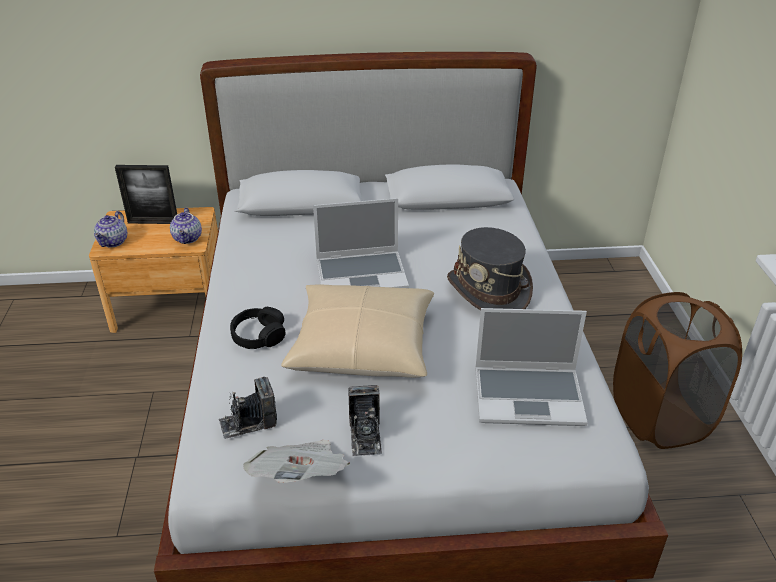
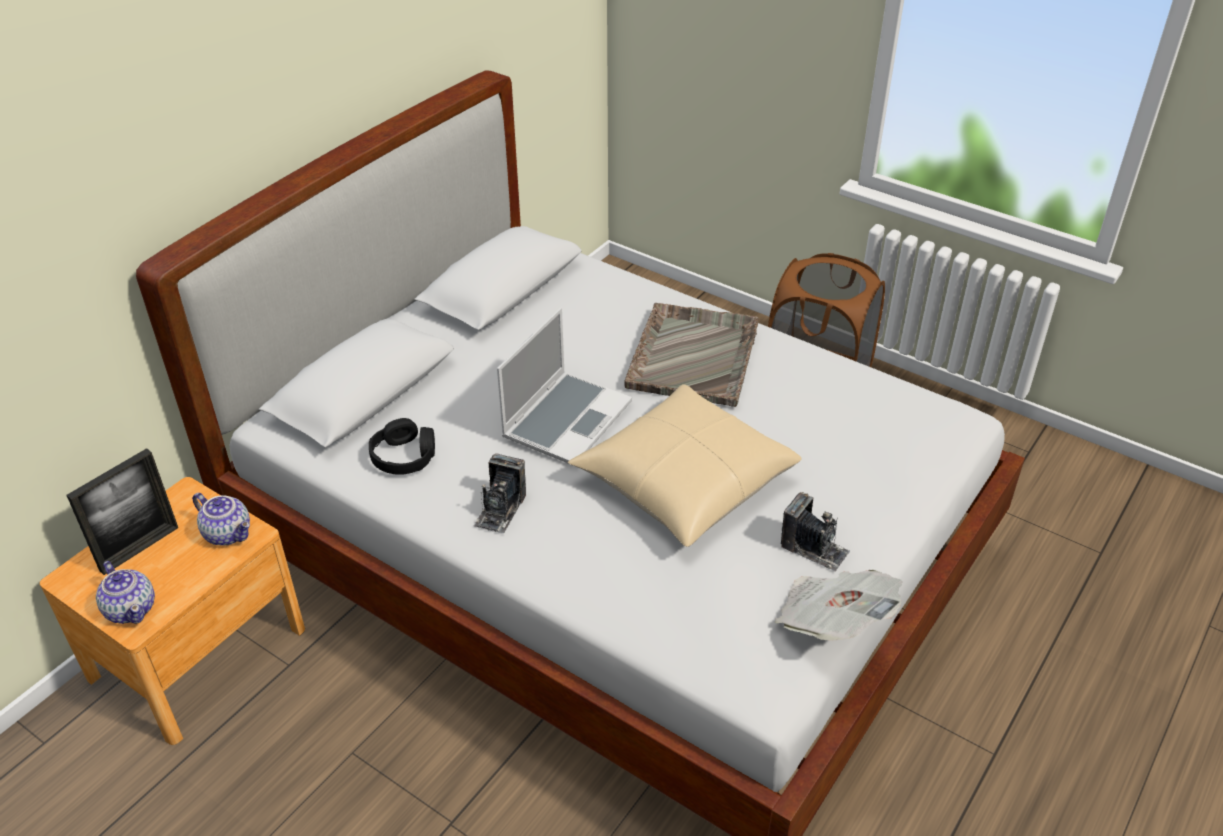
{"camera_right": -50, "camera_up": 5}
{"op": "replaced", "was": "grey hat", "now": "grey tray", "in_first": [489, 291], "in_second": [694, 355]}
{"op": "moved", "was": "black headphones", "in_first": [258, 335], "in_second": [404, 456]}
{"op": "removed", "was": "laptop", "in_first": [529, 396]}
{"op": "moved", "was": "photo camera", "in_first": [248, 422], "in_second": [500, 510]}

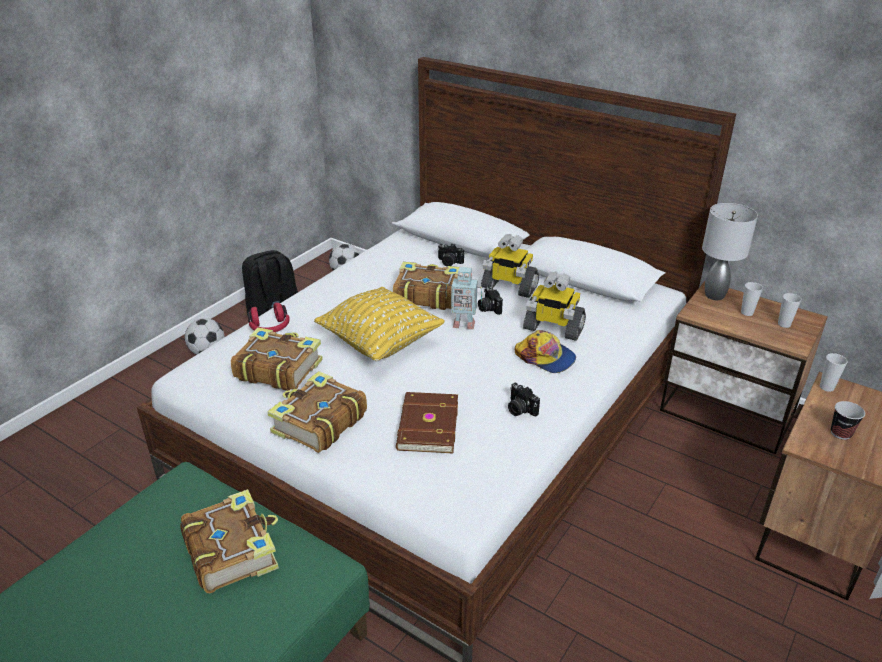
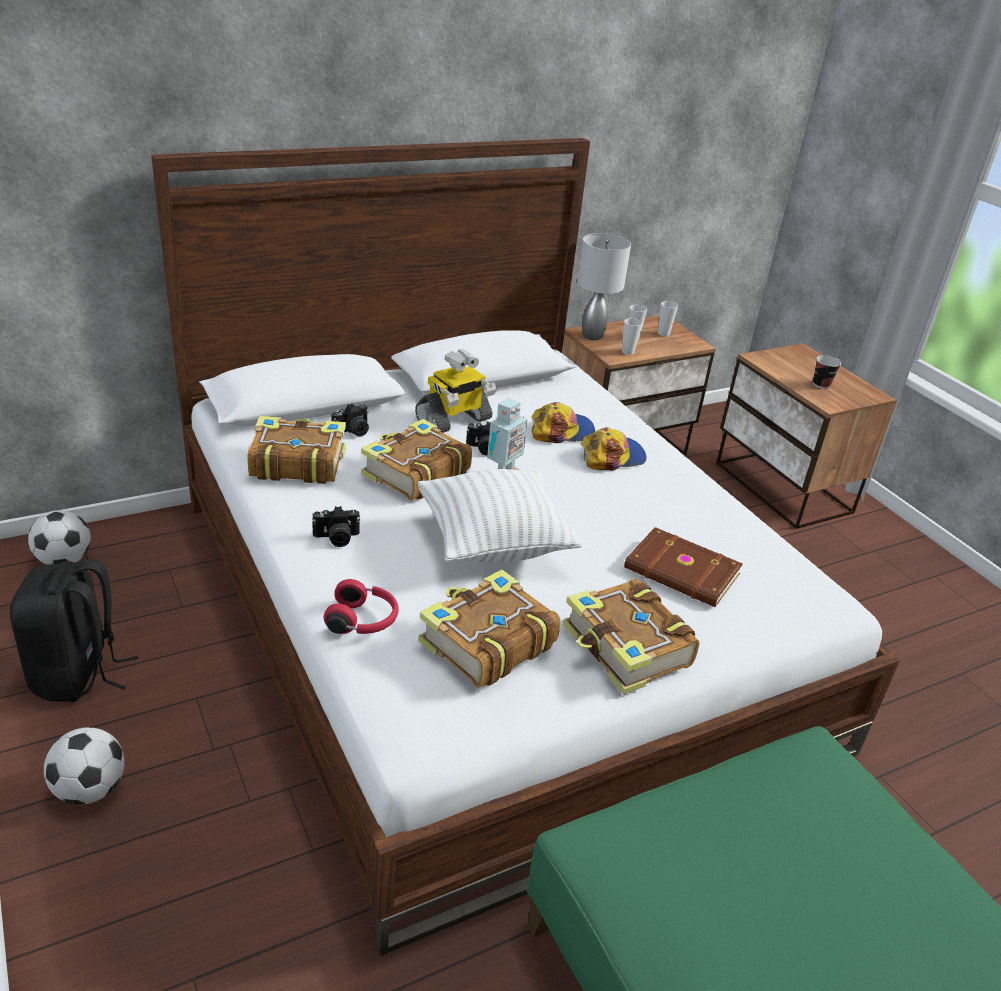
{"camera_right": -65, "camera_up": 0}
{"op": "replaced", "was": "toy robot", "now": "cap", "in_first": [553, 328], "in_second": [562, 431]}
{"op": "recoloured", "was": "yellow pillow", "now": "white pillow", "in_first": [380, 343], "in_second": [493, 543]}
{"op": "moved", "was": "cup", "in_first": [826, 387], "in_second": [627, 352]}
{"op": "moved", "was": "photo camera", "in_first": [520, 409], "in_second": [336, 538]}
{"op": "moved", "was": "book", "in_first": [232, 550], "in_second": [296, 463]}

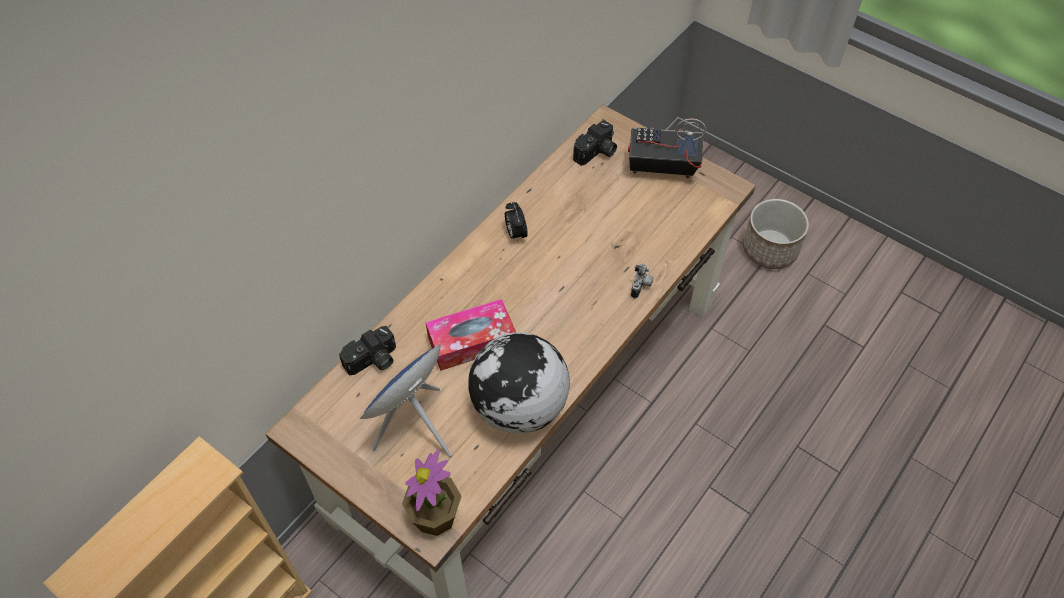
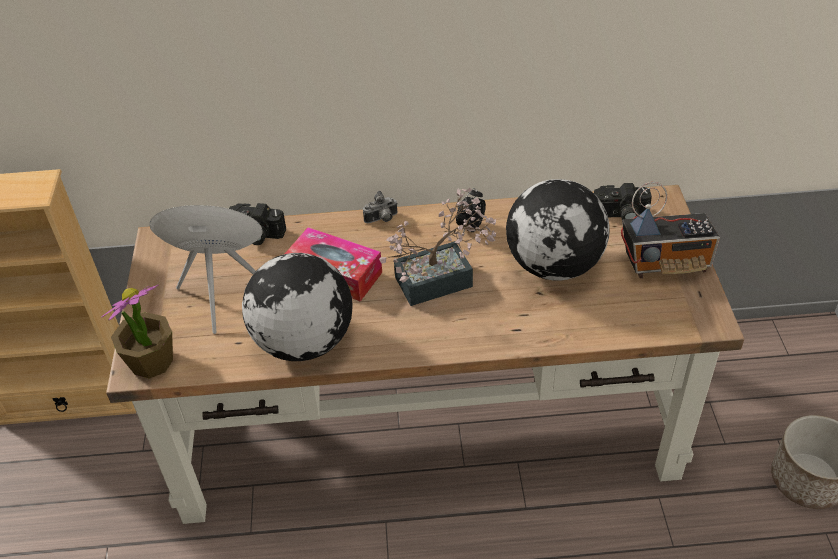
{"camera_right": 50, "camera_up": -10}
{"op": "turned", "was": "radio", "in_first": [661, 167], "in_second": [666, 263], "clockwise": 120}
{"op": "moved", "was": "photo camera", "in_first": [641, 286], "in_second": [382, 219]}
{"op": "added", "now": "globe", "in_second": [555, 266]}
{"op": "added", "now": "potted plant", "in_second": [442, 280]}

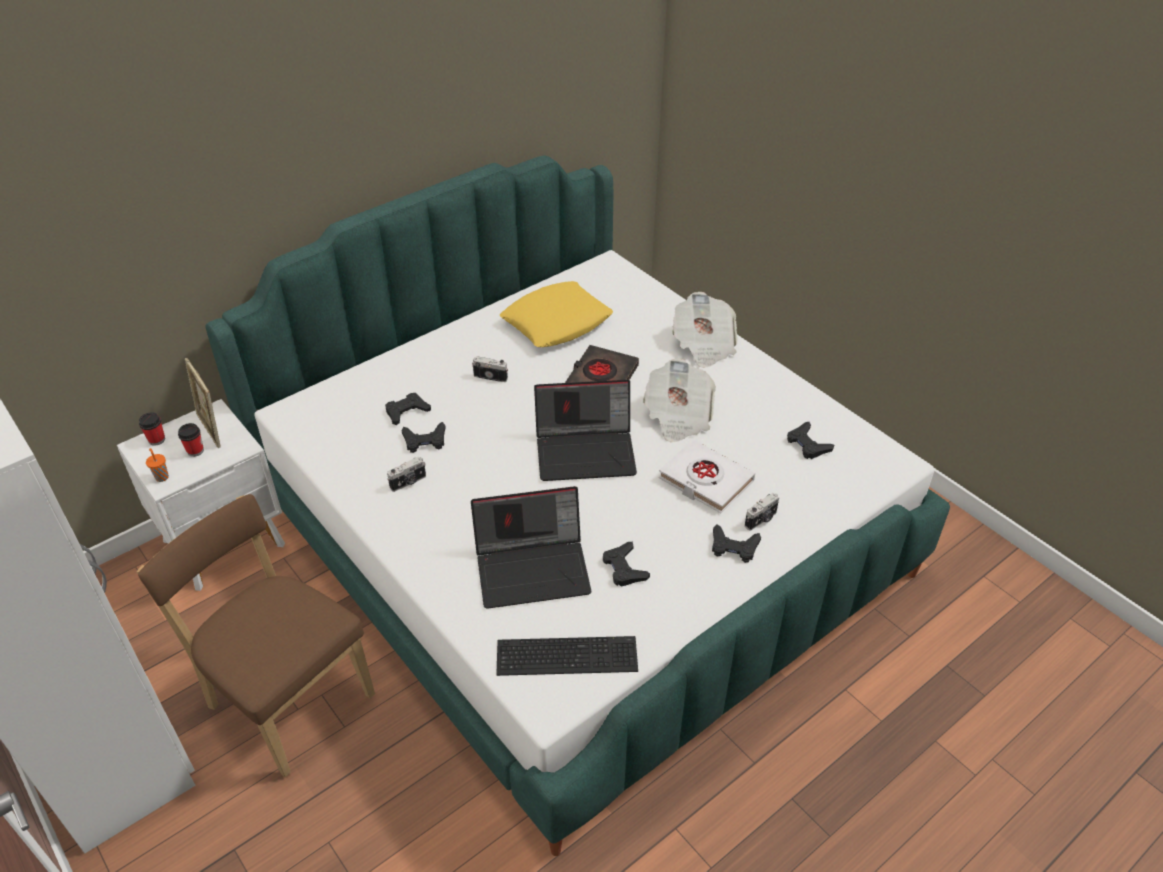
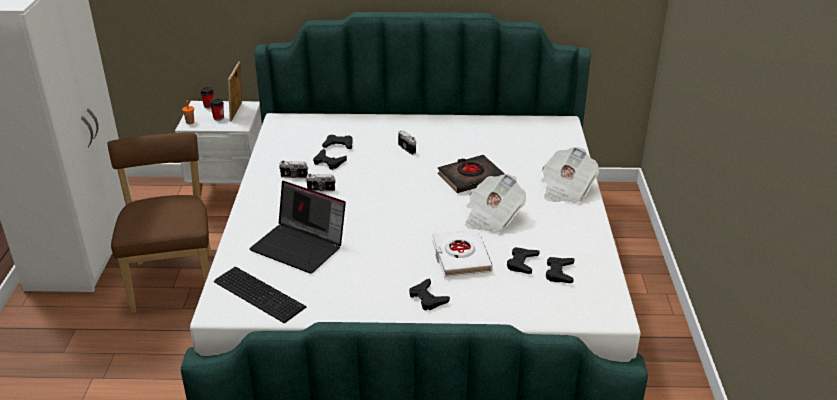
{"camera_right": 40, "camera_up": -10}
{"op": "removed", "was": "yellow pillow", "in_first": [557, 322]}
{"op": "removed", "was": "laptop", "in_first": [587, 451]}
{"op": "moved", "was": "photo camera", "in_first": [761, 520], "in_second": [321, 190]}
{"op": "moved", "was": "black game controller", "in_first": [624, 568], "in_second": [522, 263]}

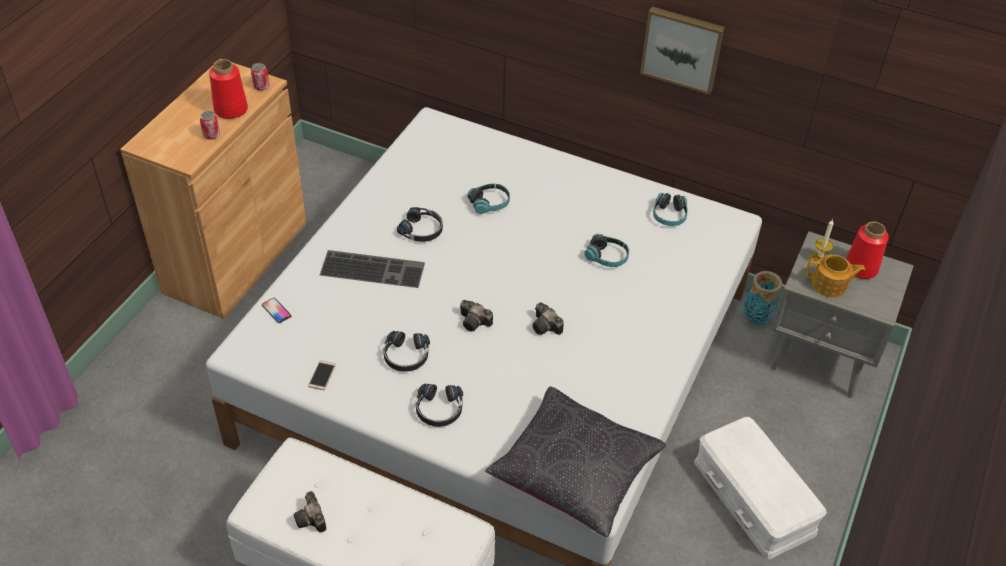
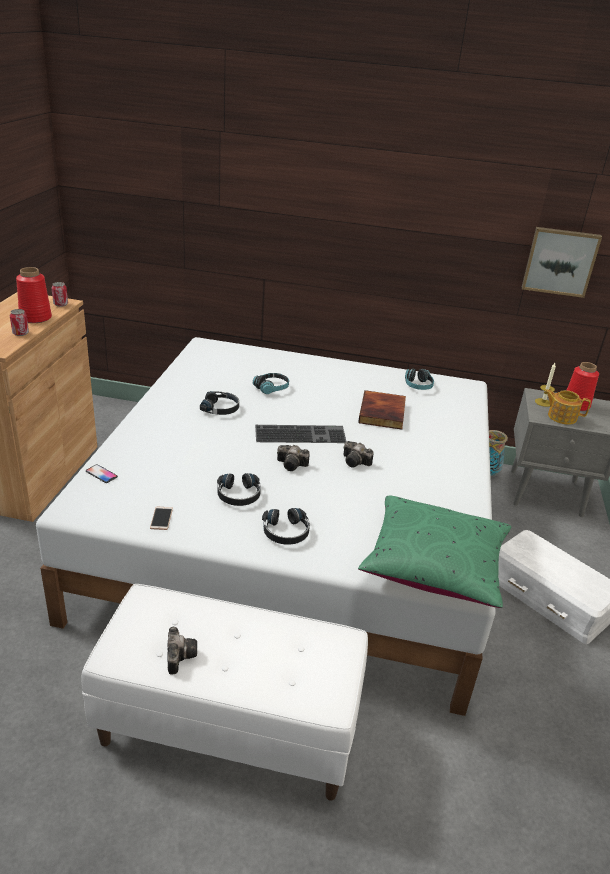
{"camera_right": -15, "camera_up": -15}
{"op": "moved", "was": "picture", "in_first": [682, 48], "in_second": [560, 261]}
{"op": "replaced", "was": "headphones", "now": "book", "in_first": [607, 257], "in_second": [383, 413]}
{"op": "moved", "was": "keyboard", "in_first": [374, 268], "in_second": [301, 433]}
{"op": "turned", "was": "teapot", "in_first": [830, 285], "in_second": [561, 417], "clockwise": -150}
{"op": "recoloured", "was": "black pillow", "now": "green pillow", "in_first": [575, 471], "in_second": [434, 564]}
{"op": "turned", "was": "photo camera", "in_first": [312, 520], "in_second": [179, 655], "clockwise": -150}

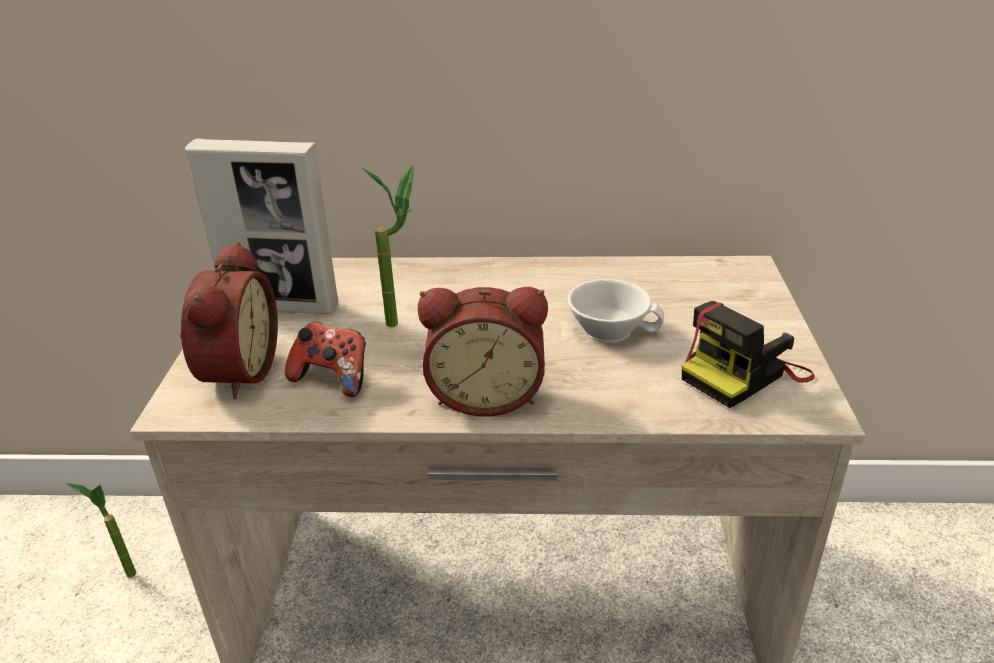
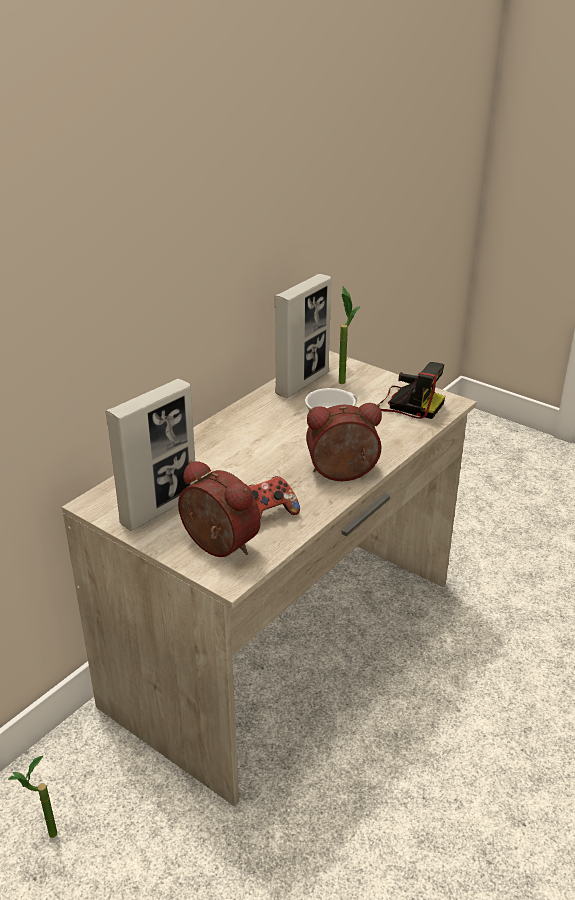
{"camera_right": -55, "camera_up": 0}
{"op": "moved", "was": "potted plant", "in_first": [404, 321], "in_second": [342, 378]}
{"op": "turned", "was": "alarm clock", "in_first": [486, 395], "in_second": [343, 474], "clockwise": -135}
{"op": "turned", "was": "photo camera", "in_first": [743, 374], "in_second": [408, 404], "clockwise": -60}
{"op": "added", "now": "picture frame", "in_second": [302, 383]}

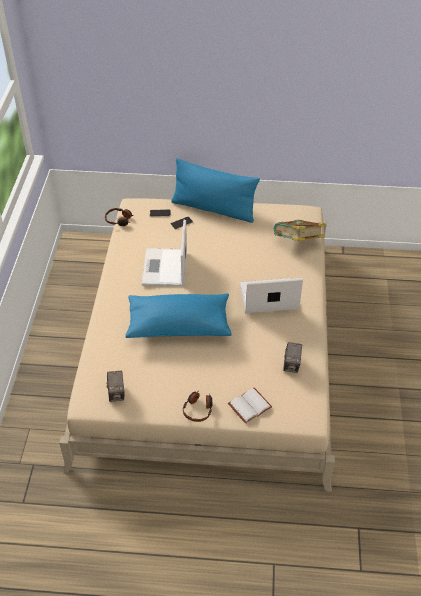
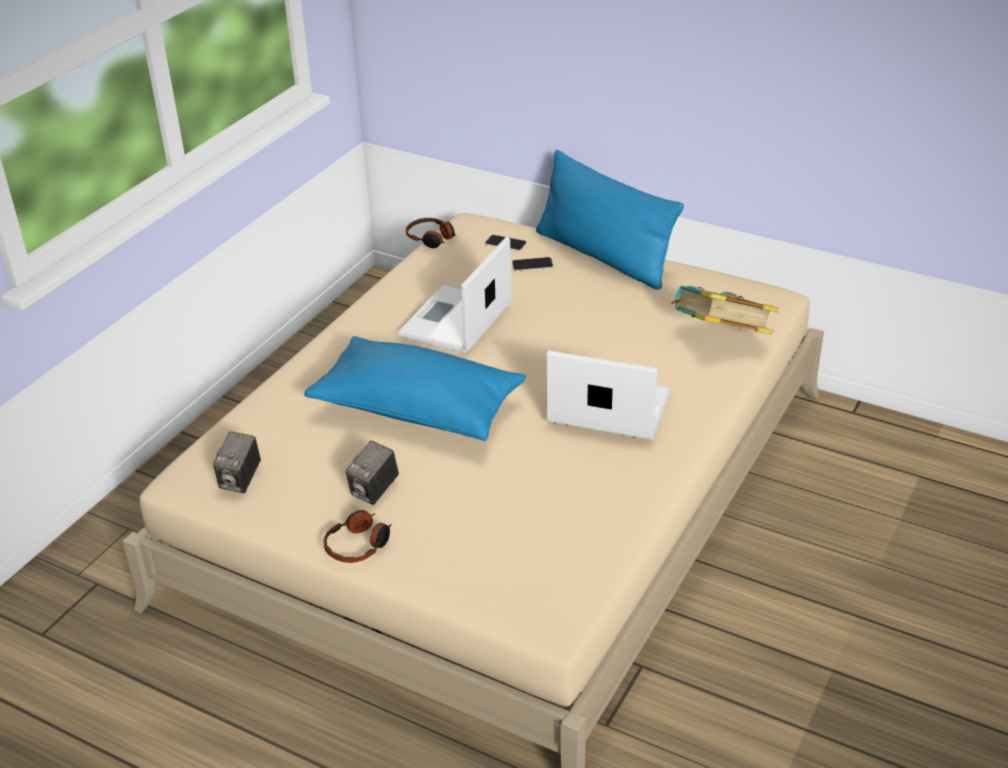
{"camera_right": 25, "camera_up": -10}
{"op": "moved", "was": "photo camera", "in_first": [291, 365], "in_second": [374, 491]}
{"op": "removed", "was": "white book", "in_first": [249, 405]}

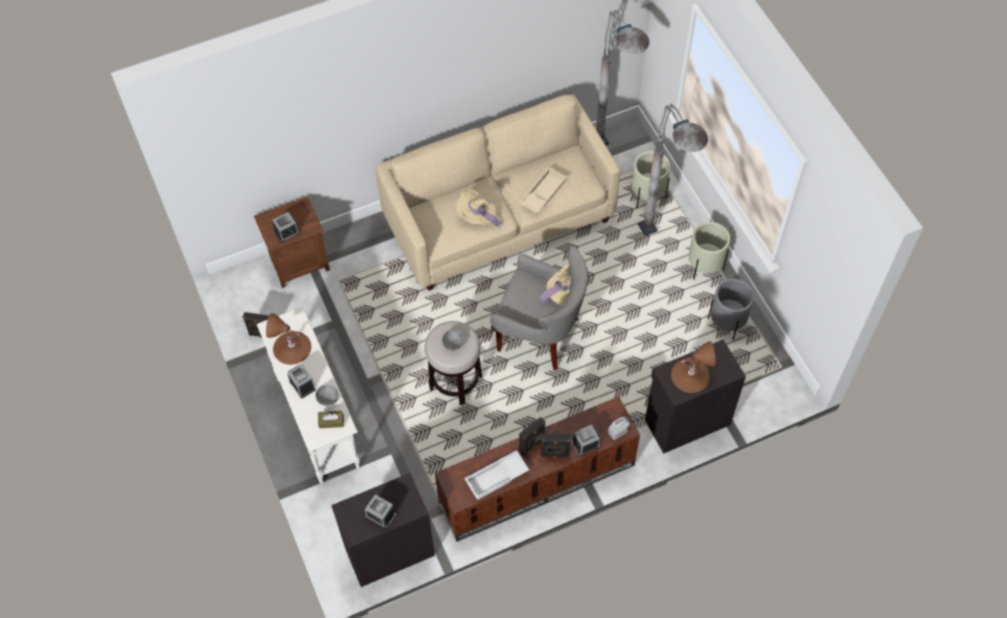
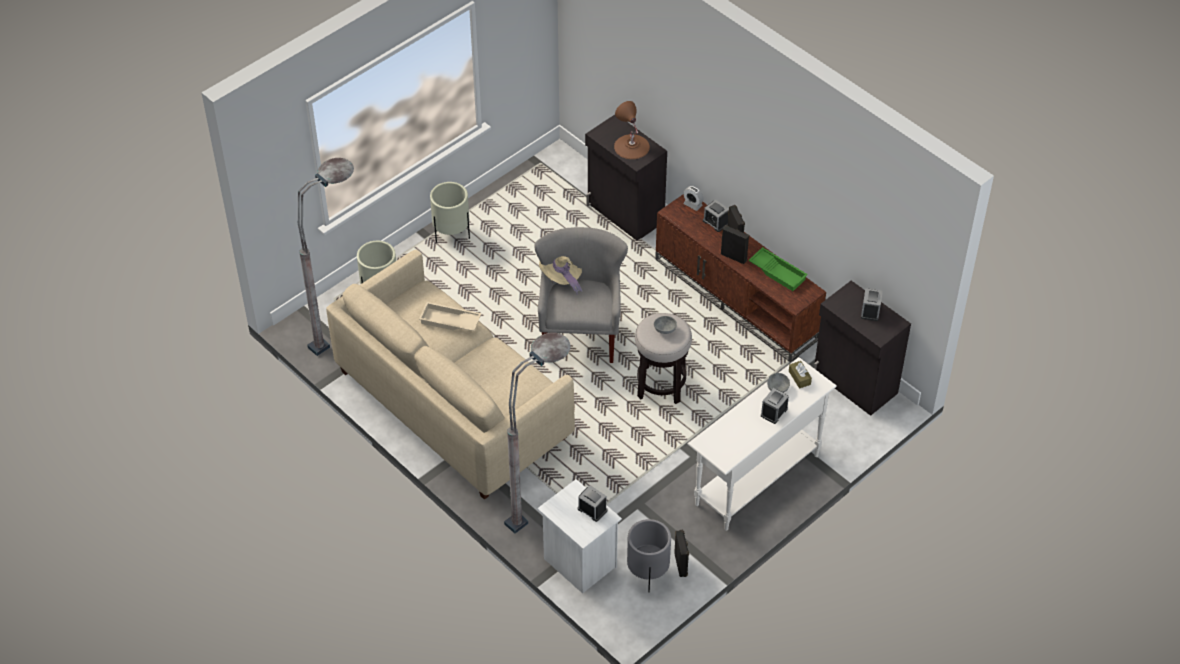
{"camera_right": -110, "camera_up": -10}
{"op": "moved", "was": "grey floor lamp", "in_first": [661, 252], "in_second": [543, 504]}
{"op": "removed", "was": "beige hat", "in_first": [477, 217]}
{"op": "recoloured", "was": "brown nightstand", "now": "white nightstand", "in_first": [299, 263], "in_second": [578, 563]}
{"op": "moved", "was": "grey planter", "in_first": [727, 324], "in_second": [648, 573]}
{"op": "removed", "was": "brown table lamp", "in_first": [292, 347]}
{"op": "recoloured", "was": "white tray", "now": "green tray", "in_first": [496, 478], "in_second": [778, 272]}

